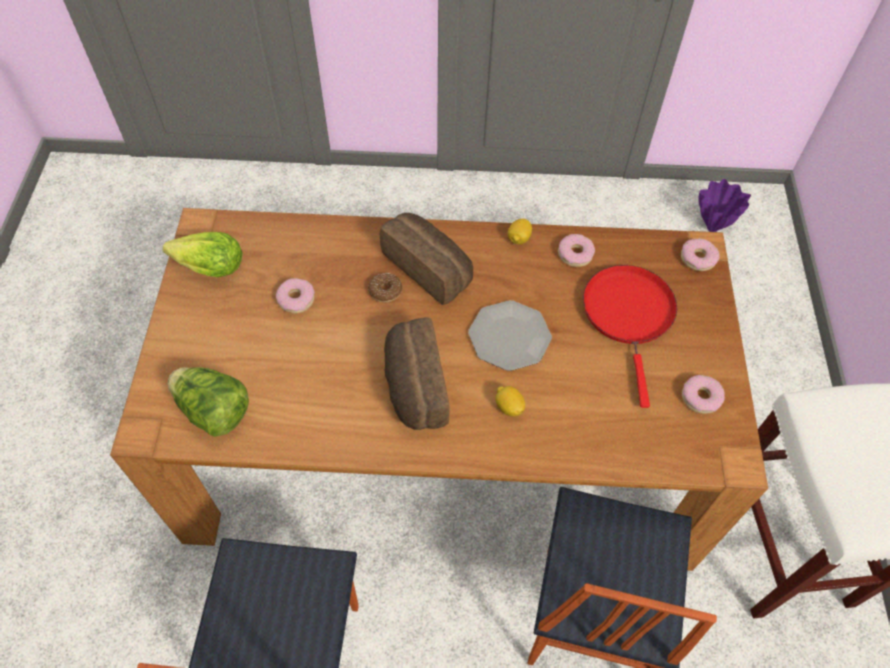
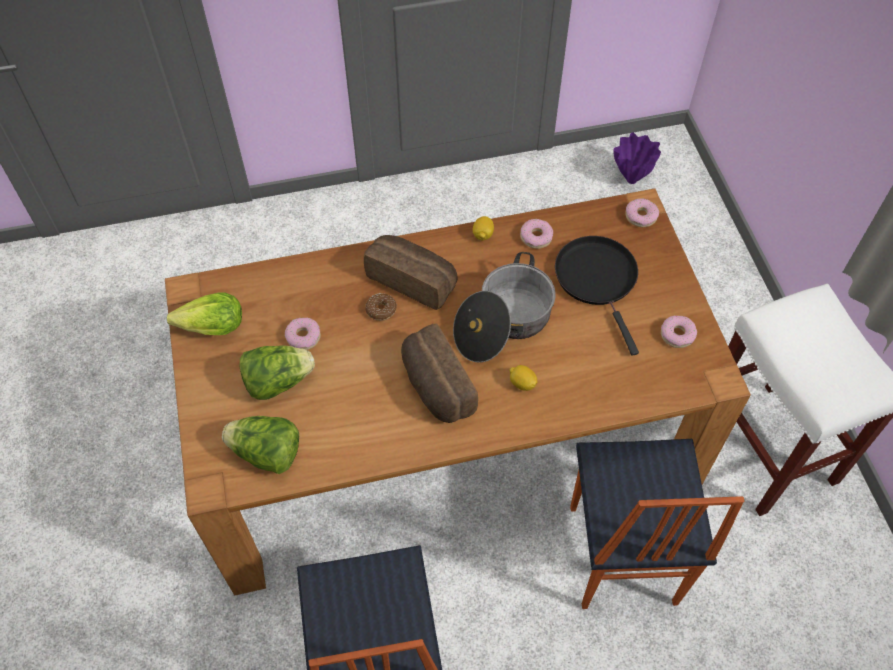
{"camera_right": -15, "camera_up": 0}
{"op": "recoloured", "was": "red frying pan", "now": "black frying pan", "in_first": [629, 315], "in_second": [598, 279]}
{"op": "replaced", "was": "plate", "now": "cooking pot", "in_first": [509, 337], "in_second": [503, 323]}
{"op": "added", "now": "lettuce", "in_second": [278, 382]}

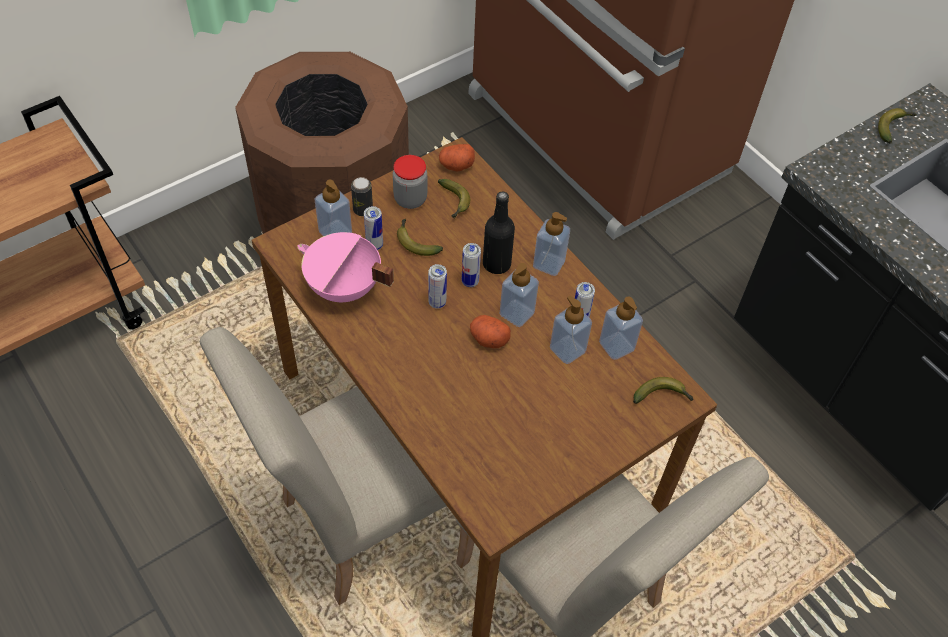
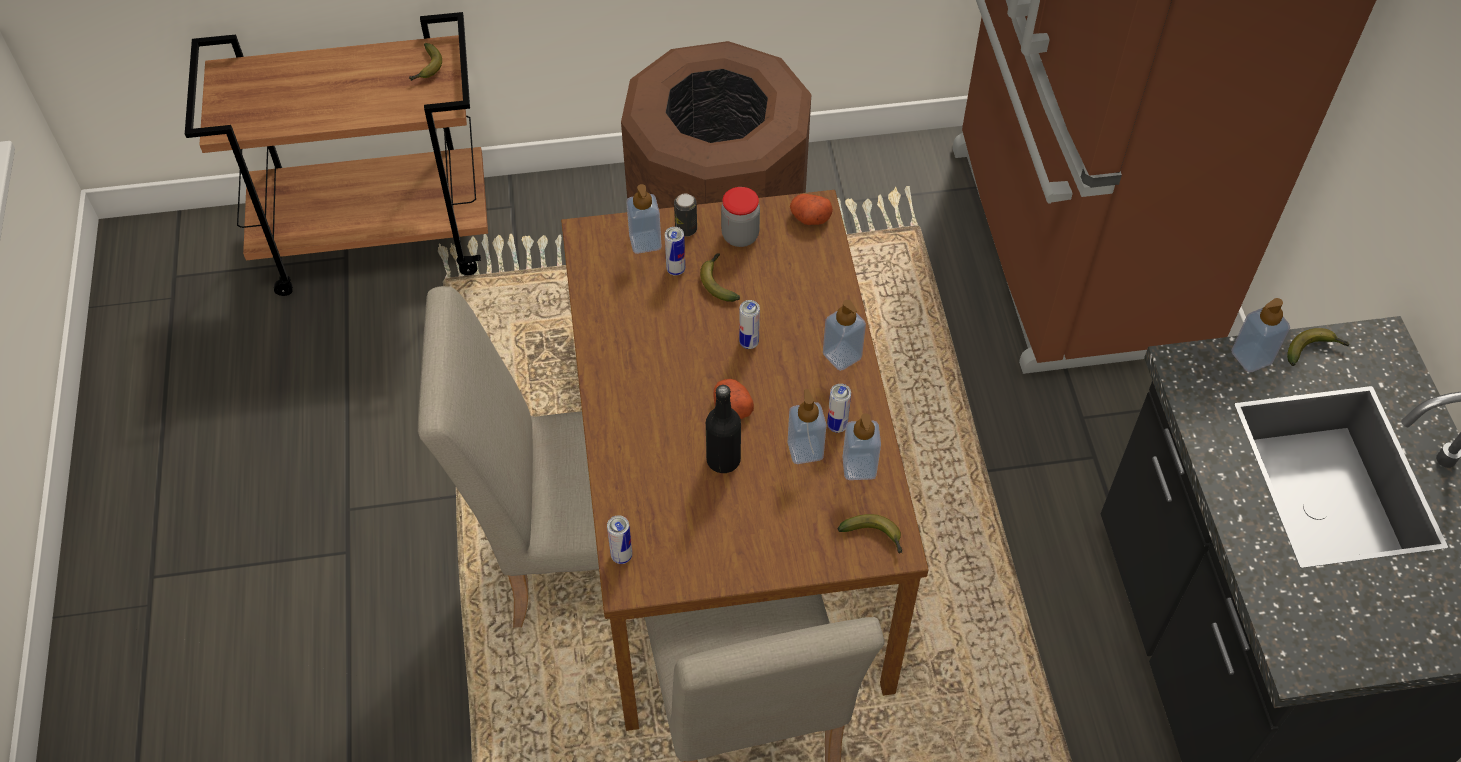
{"camera_right": 30, "camera_up": 0}
{"op": "moved", "was": "banana", "in_first": [454, 202], "in_second": [426, 68]}
{"op": "moved", "was": "black bottle", "in_first": [496, 264], "in_second": [723, 460]}
{"op": "removed", "was": "pink cooking pot", "in_first": [343, 288]}
{"op": "moved", "was": "soap dispenser", "in_first": [517, 313], "in_second": [1251, 357]}
{"op": "moved", "was": "can", "in_first": [437, 302], "in_second": [621, 556]}

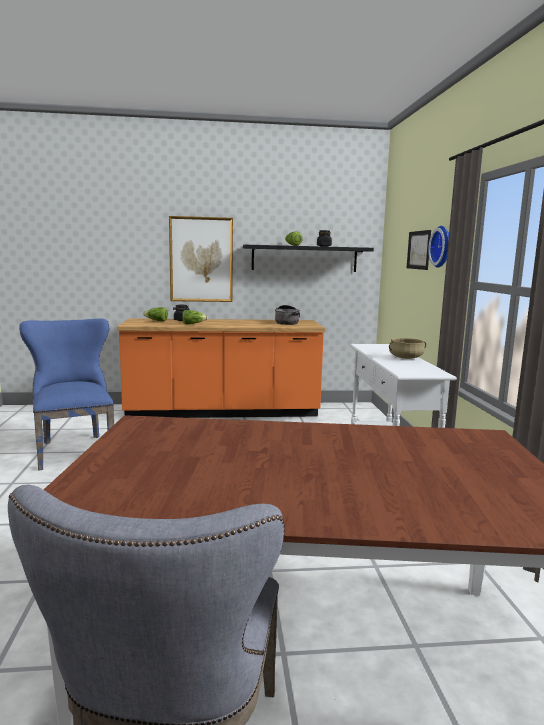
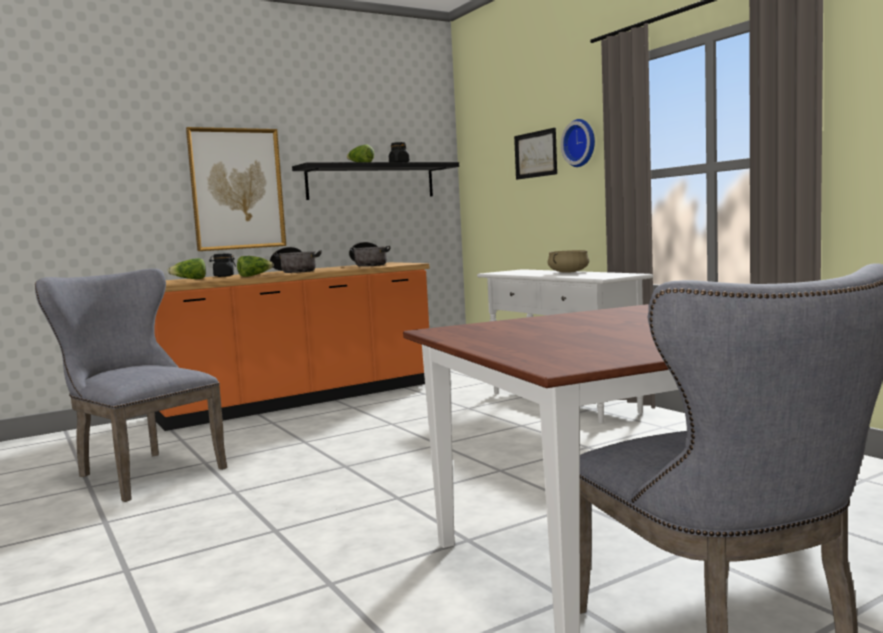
{"camera_right": -25, "camera_up": -5}
{"op": "recoloured", "was": "blue chair", "now": "grey chair", "in_first": [74, 449], "in_second": [142, 472]}
{"op": "added", "now": "cooking pot", "in_second": [295, 271]}

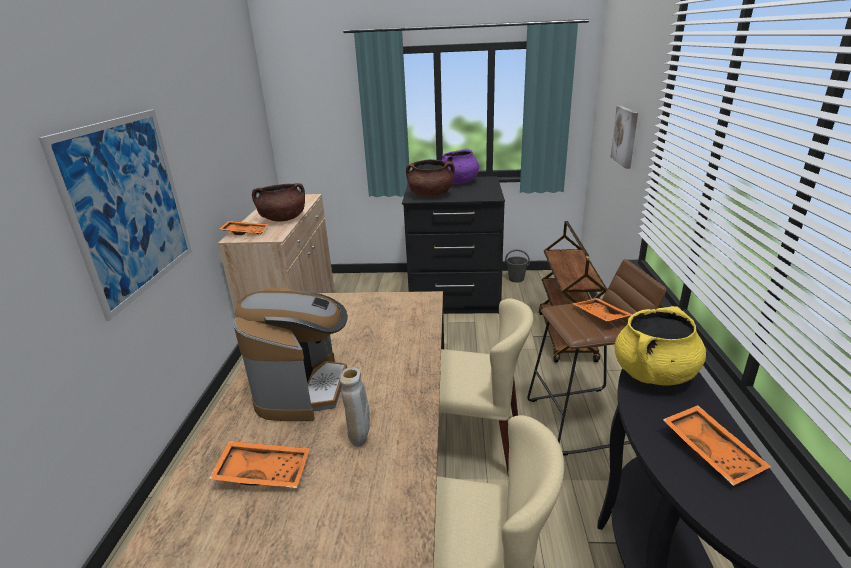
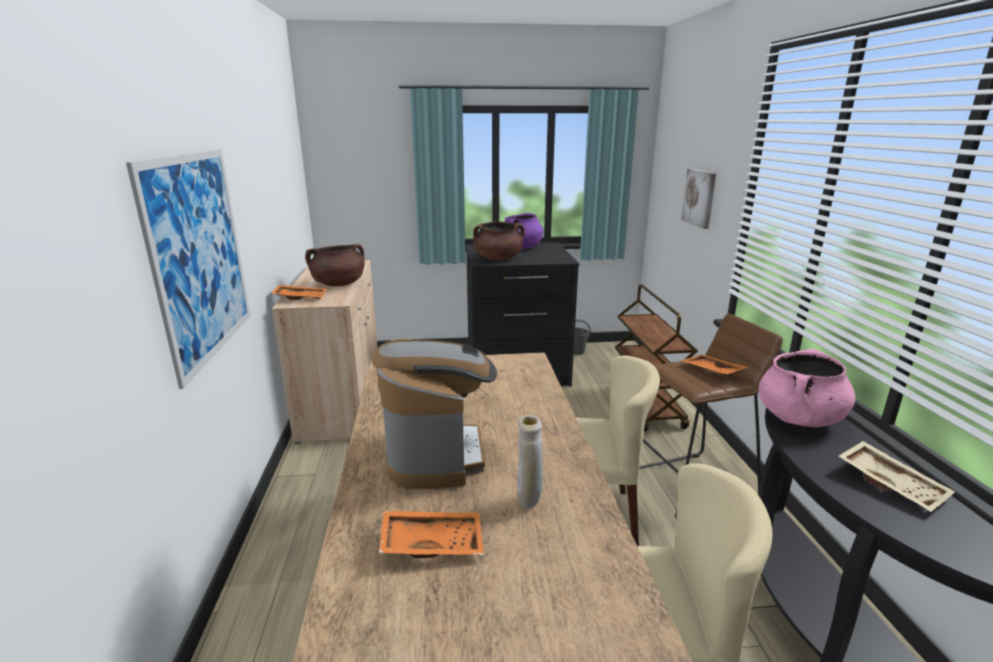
{"camera_right": -10, "camera_up": -5}
{"op": "recoloured", "was": "yellow cooking pot", "now": "pink cooking pot", "in_first": [654, 374], "in_second": [799, 418]}
{"op": "recoloured", "was": "orange tray", "now": "beige tray", "in_first": [712, 451], "in_second": [891, 484]}

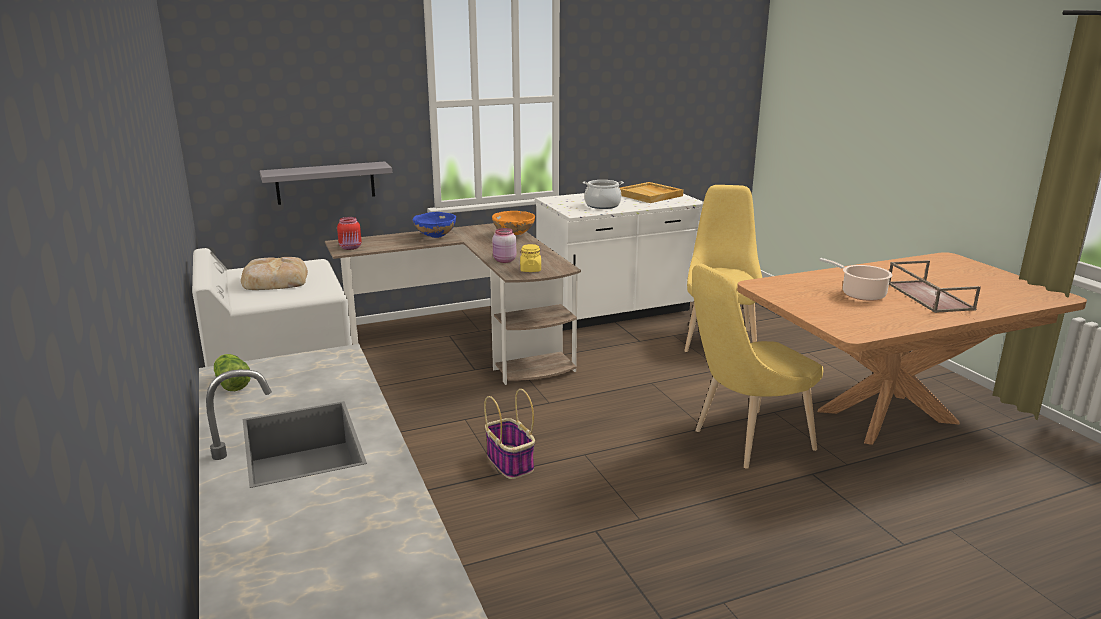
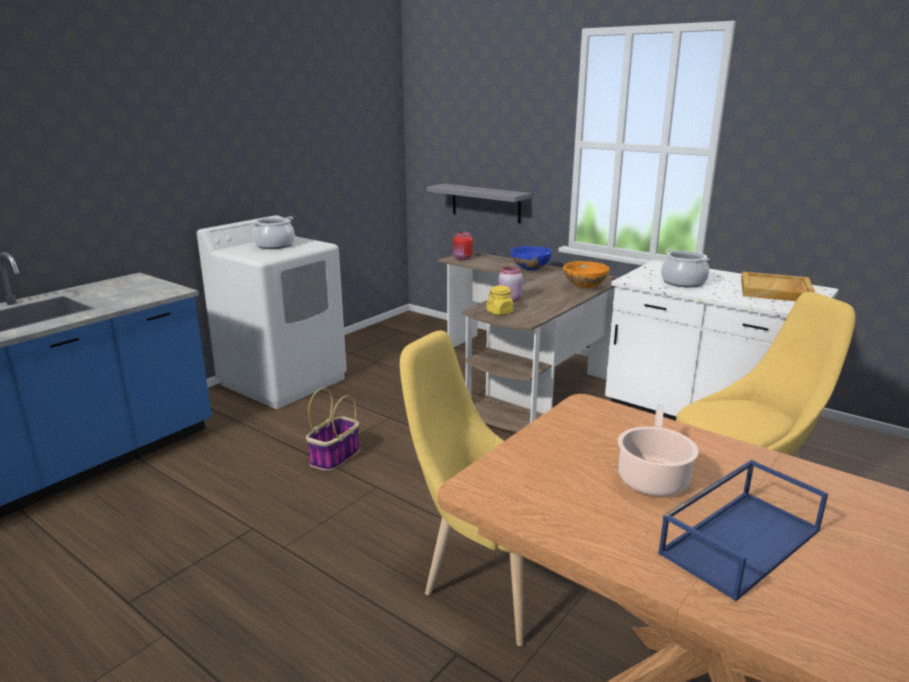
{"camera_right": 60, "camera_up": 0}
{"op": "replaced", "was": "bread", "now": "cooking pot", "in_first": [274, 280], "in_second": [274, 245]}
{"op": "recoloured", "was": "brown tray", "now": "blue tray", "in_first": [927, 296], "in_second": [740, 540]}
{"op": "removed", "was": "lettuce", "in_first": [232, 383]}

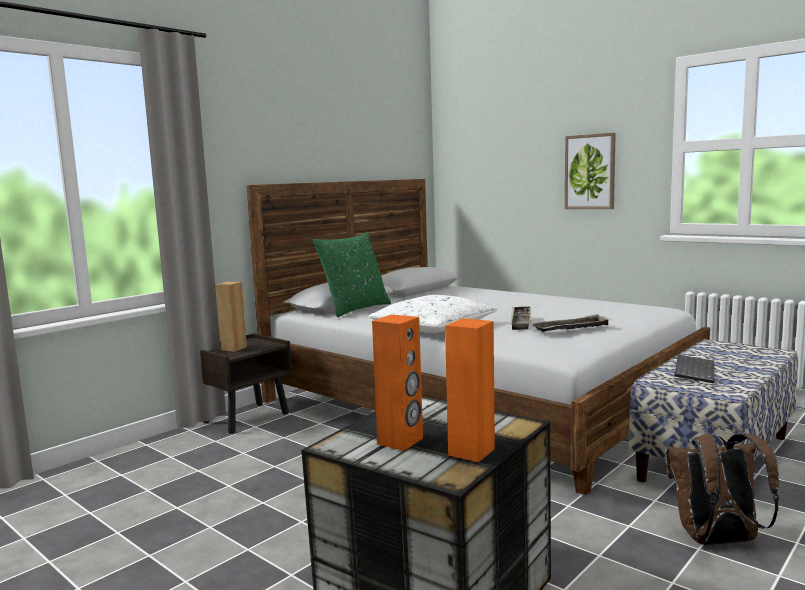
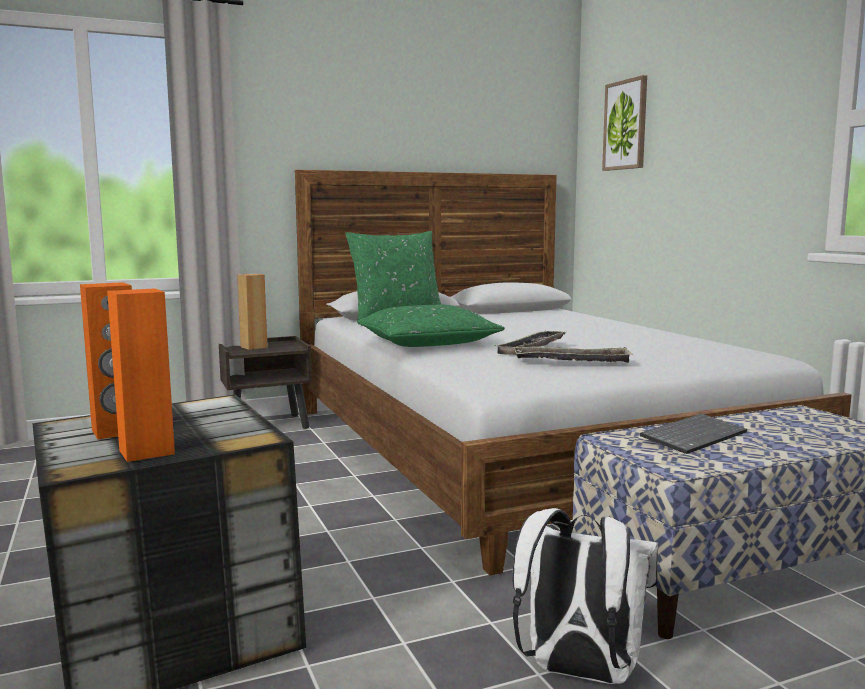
{"camera_right": 25, "camera_up": 0}
{"op": "moved", "was": "picture", "in_first": [590, 172], "in_second": [625, 125]}
{"op": "recoloured", "was": "white pillow", "now": "green pillow", "in_first": [433, 327], "in_second": [427, 343]}
{"op": "recoloured", "was": "brown backpack", "now": "white backpack", "in_first": [717, 541], "in_second": [578, 672]}

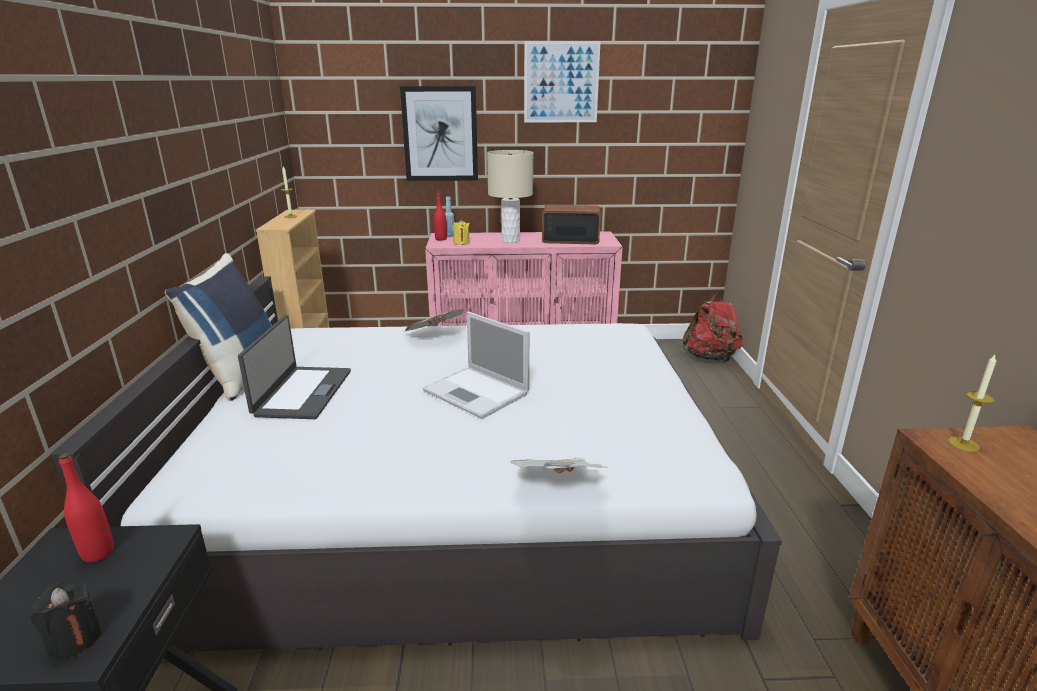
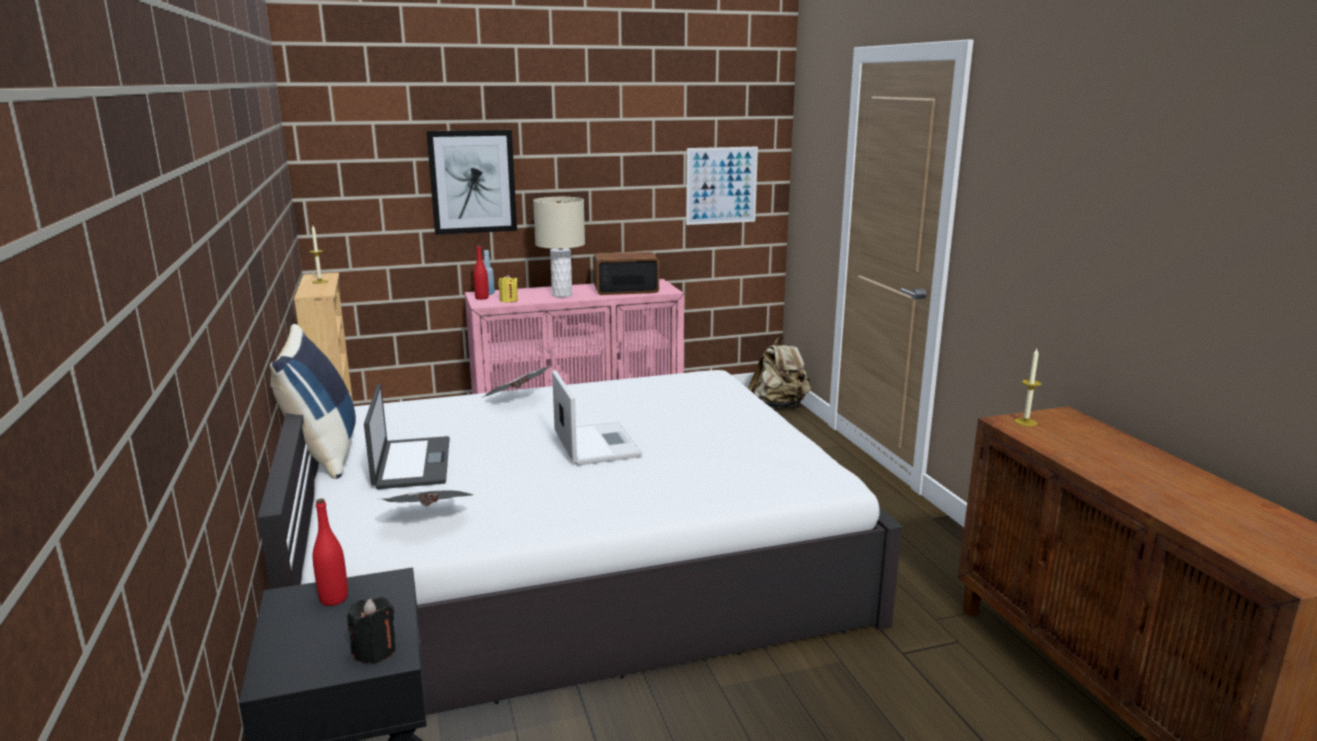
{"camera_right": -15, "camera_up": -5}
{"op": "moved", "was": "picture", "in_first": [561, 82], "in_second": [721, 185]}
{"op": "recoloured", "was": "red backpack", "now": "beige backpack", "in_first": [710, 358], "in_second": [779, 406]}
{"op": "turned", "was": "laptop", "in_first": [477, 393], "in_second": [595, 444], "clockwise": -135}
{"op": "moved", "was": "newspaper", "in_first": [560, 485], "in_second": [429, 519]}

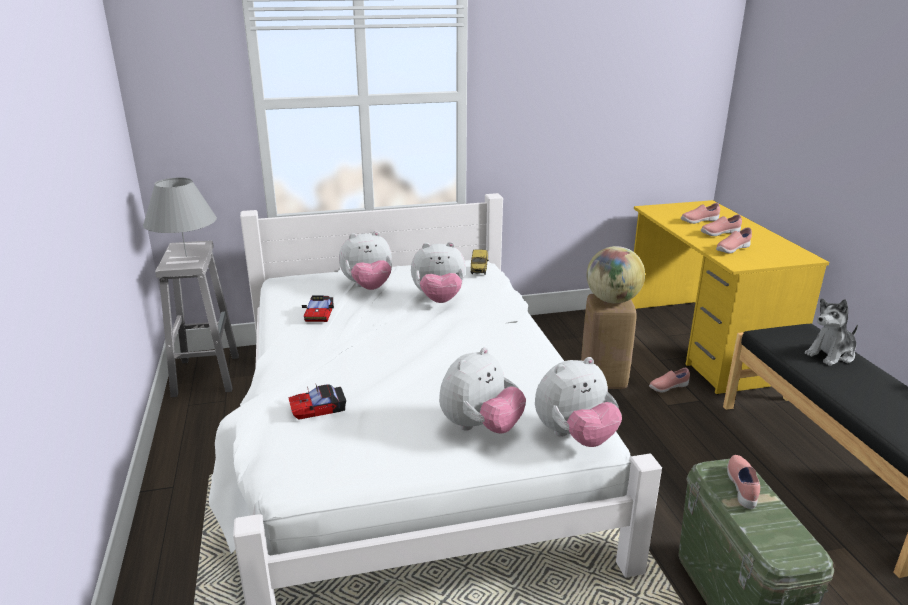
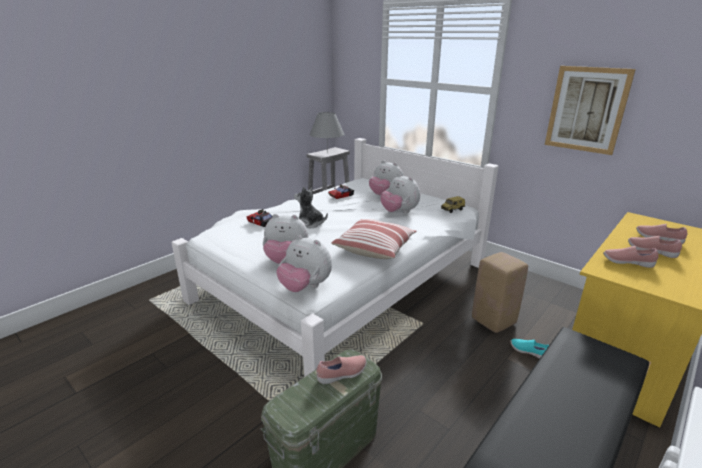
{"camera_right": 55, "camera_up": 0}
{"op": "removed", "was": "globe", "in_first": [612, 300]}
{"op": "moved", "was": "plush toy", "in_first": [831, 354], "in_second": [310, 224]}
{"op": "recoloured", "was": "pink shoe", "now": "turquoise shoe", "in_first": [668, 387], "in_second": [529, 352]}
{"op": "added", "now": "picture", "in_second": [586, 109]}
{"op": "added", "now": "pillow", "in_second": [375, 248]}

